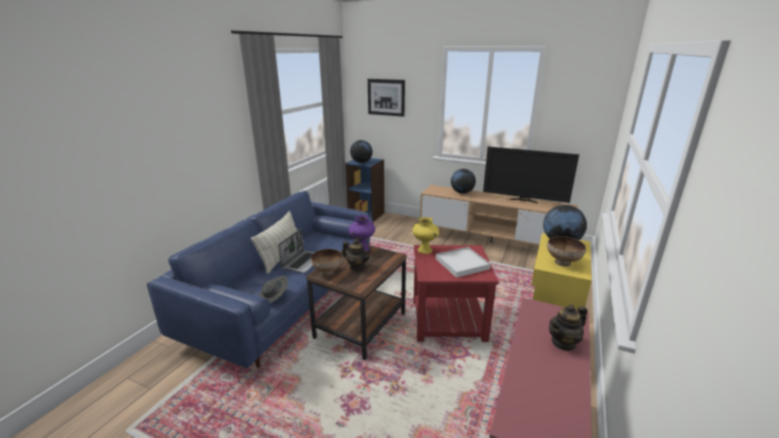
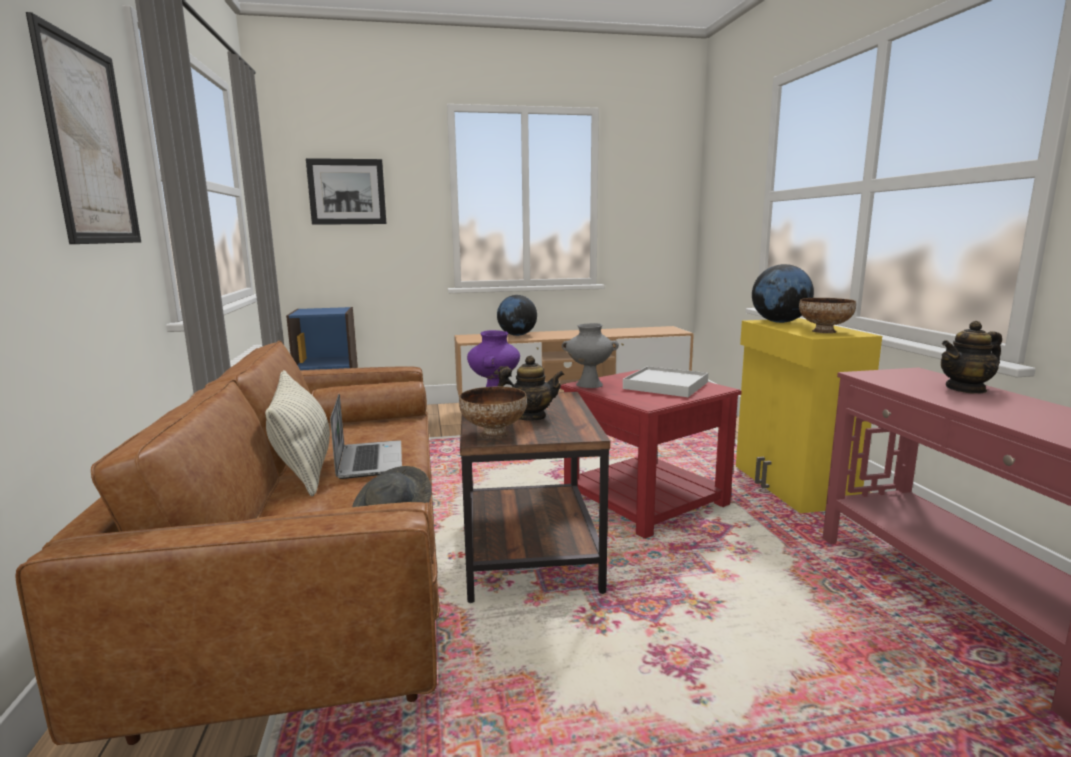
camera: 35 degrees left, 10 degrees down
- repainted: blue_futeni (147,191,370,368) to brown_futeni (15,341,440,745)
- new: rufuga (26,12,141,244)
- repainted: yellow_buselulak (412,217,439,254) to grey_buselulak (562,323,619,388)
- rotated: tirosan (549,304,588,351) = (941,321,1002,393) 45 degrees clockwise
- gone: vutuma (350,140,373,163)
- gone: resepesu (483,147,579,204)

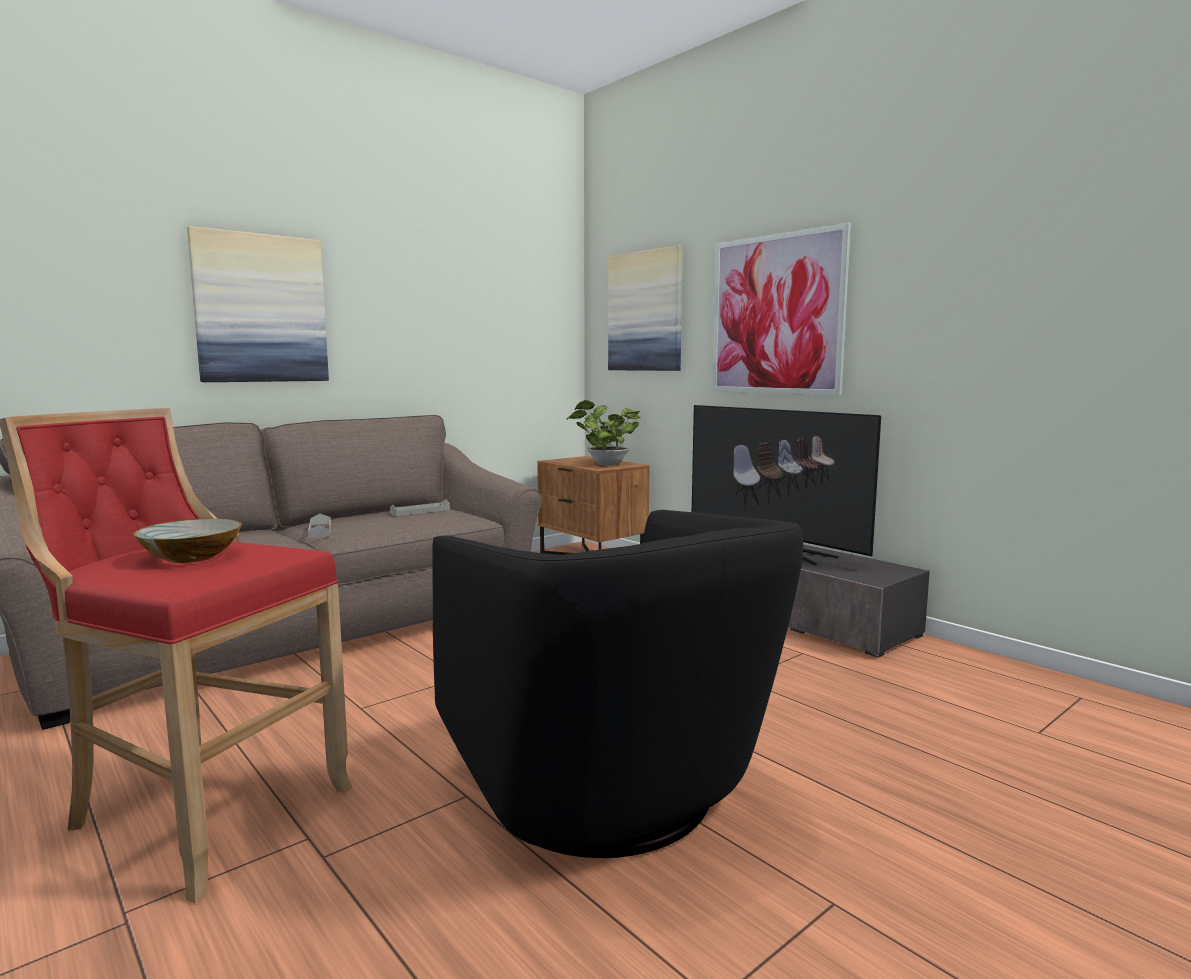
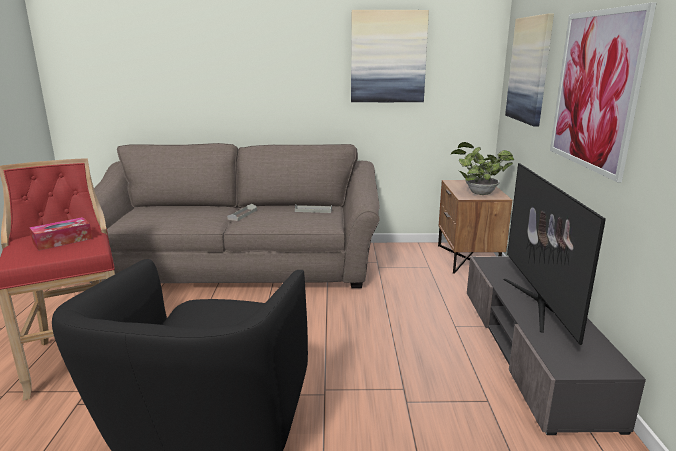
camera: 40 degrees right, 10 degrees up
- swapped: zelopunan (133,519,242,563) to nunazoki (29,217,93,251)
- shifted: rufuga (187,226,329,382) to (351,10,429,102)

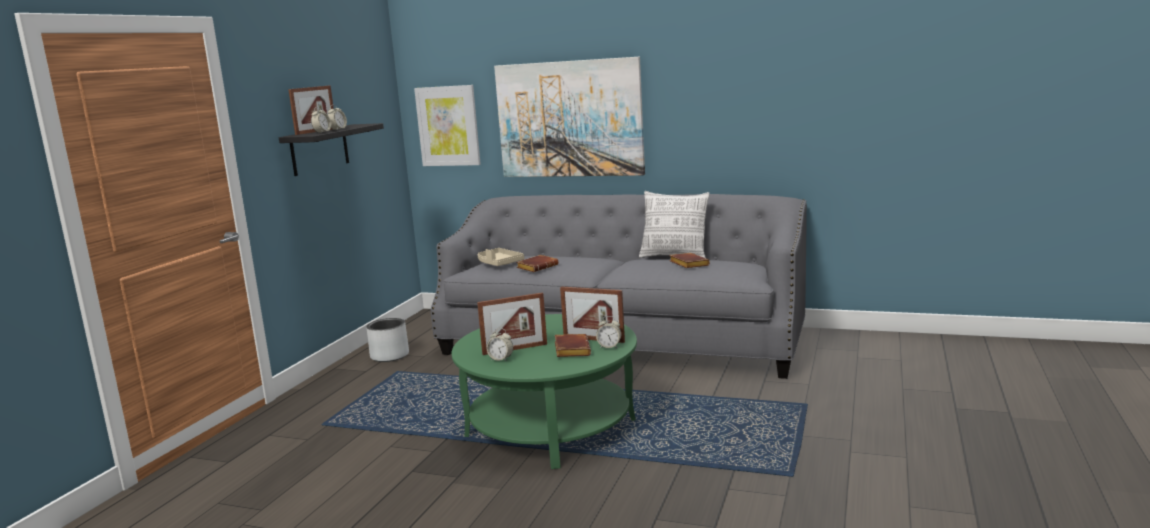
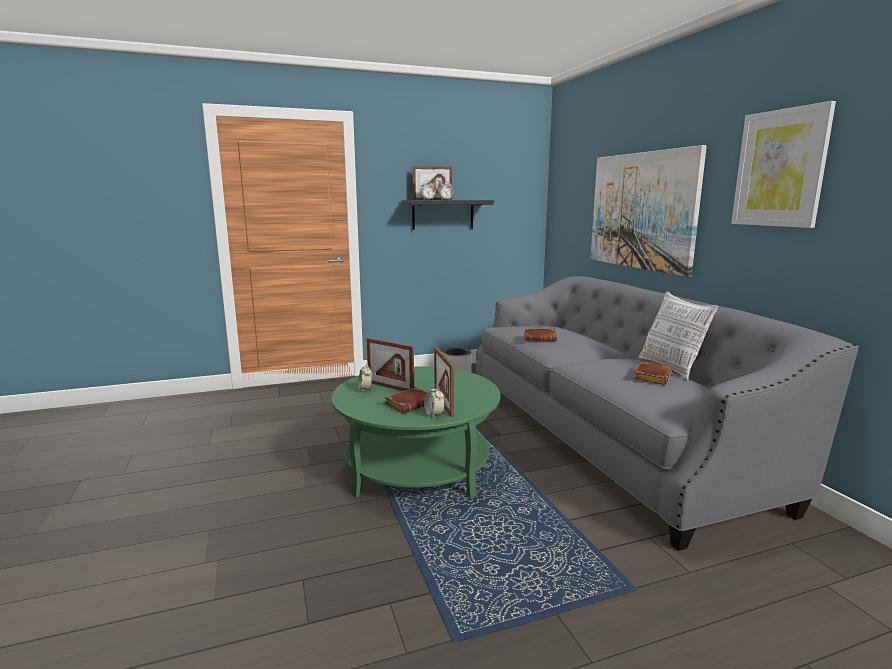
camera: 50 degrees right, 0 degrees up
- shifted: rufuga (414,85,481,166) to (731,101,836,228)
- gone: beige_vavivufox (477,248,524,266)

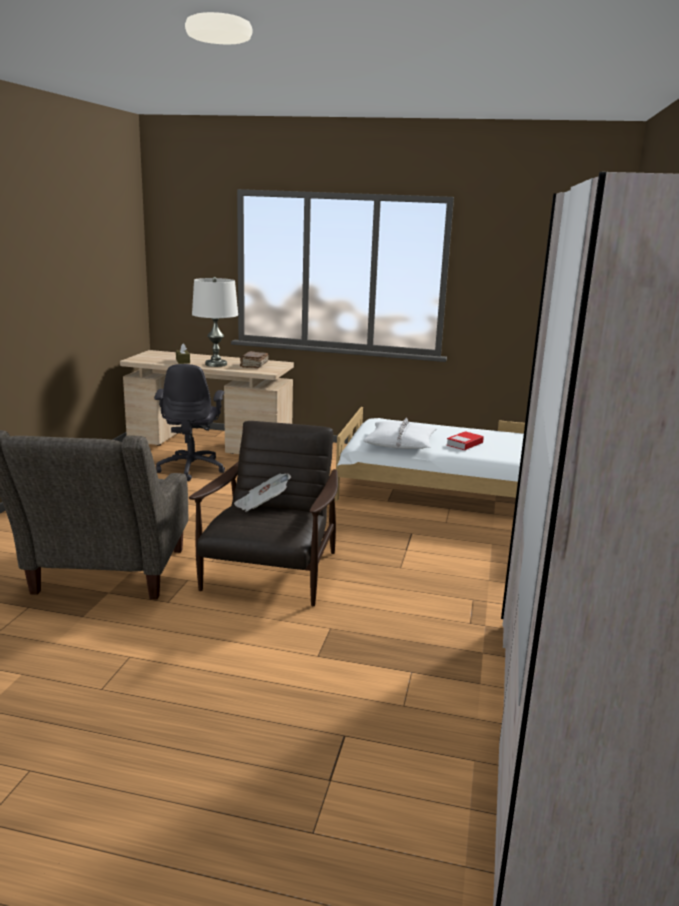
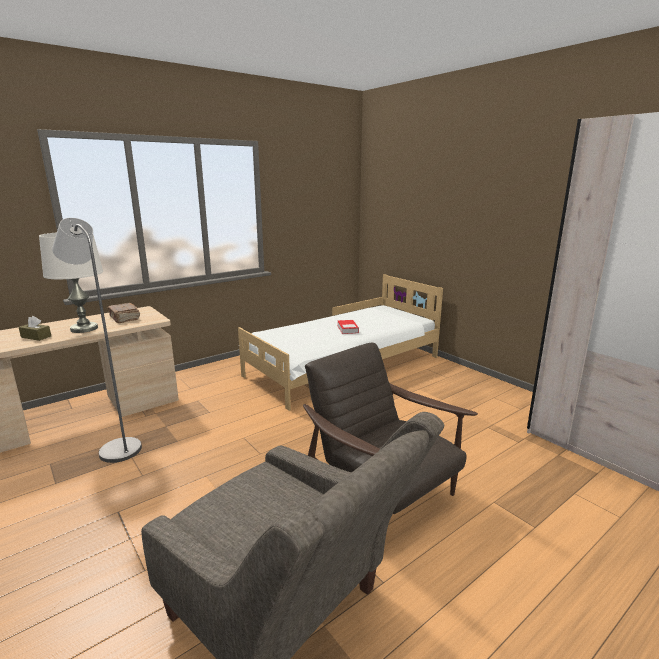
camera: 50 degrees left, 0 degrees up
- swapped: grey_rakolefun (154,364,225,481) to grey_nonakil (52,218,142,463)
- gone: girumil (234,474,291,512)
- gone: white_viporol (363,418,437,449)

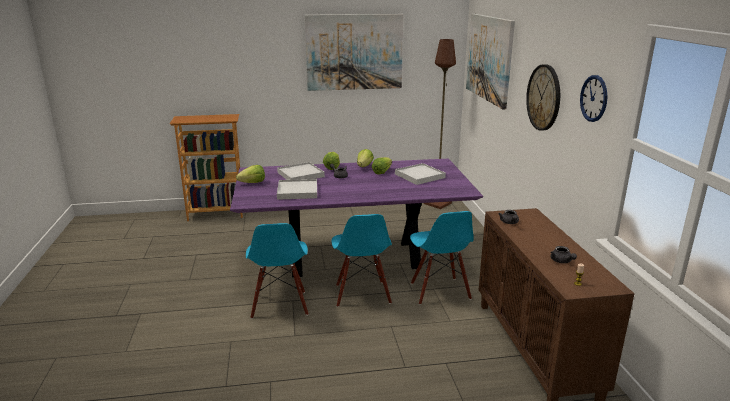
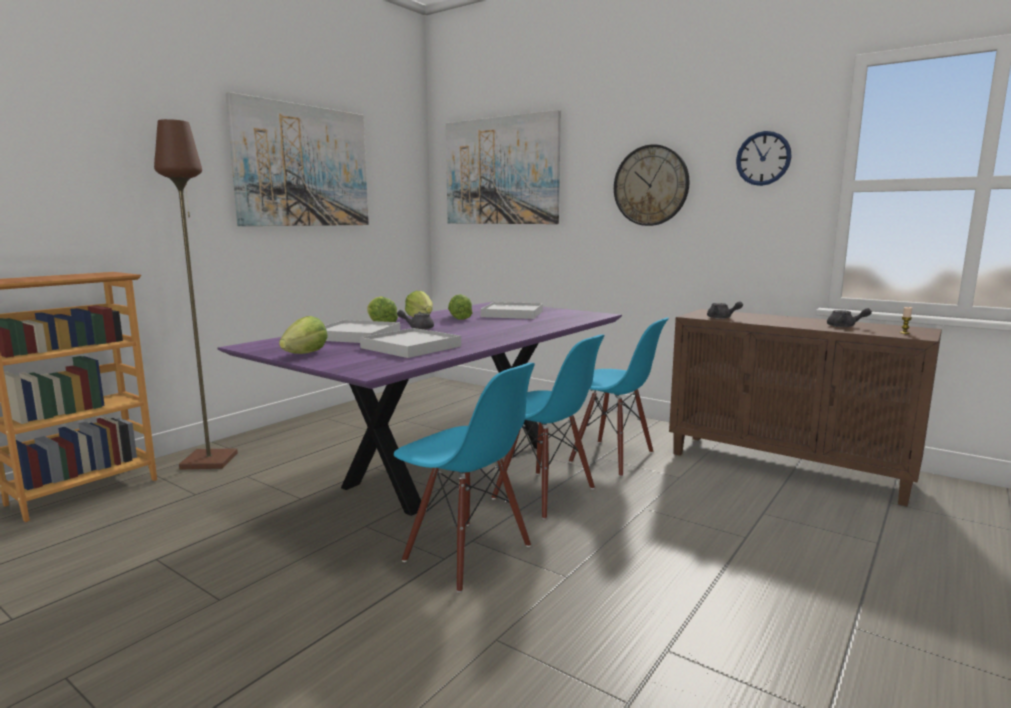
camera: 45 degrees left, 10 degrees down
- shifted: brown_nonakil (424,39,456,209) to (154,119,238,469)

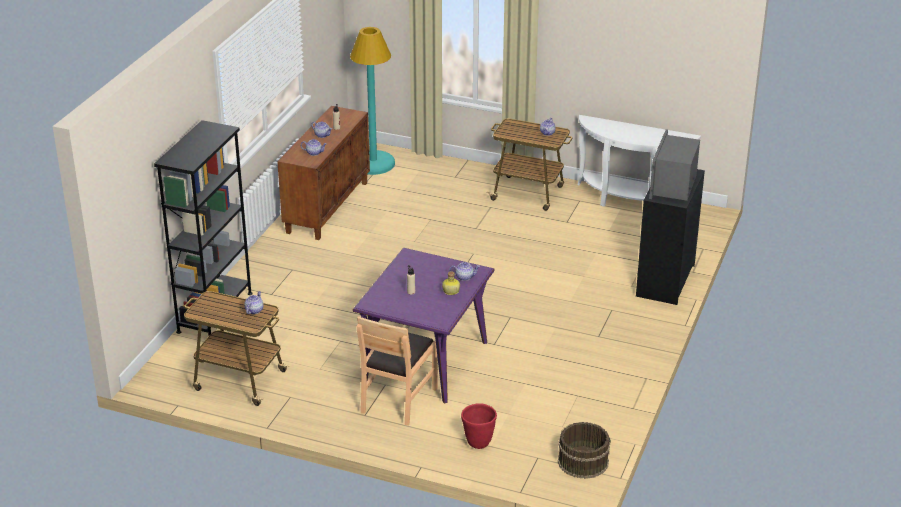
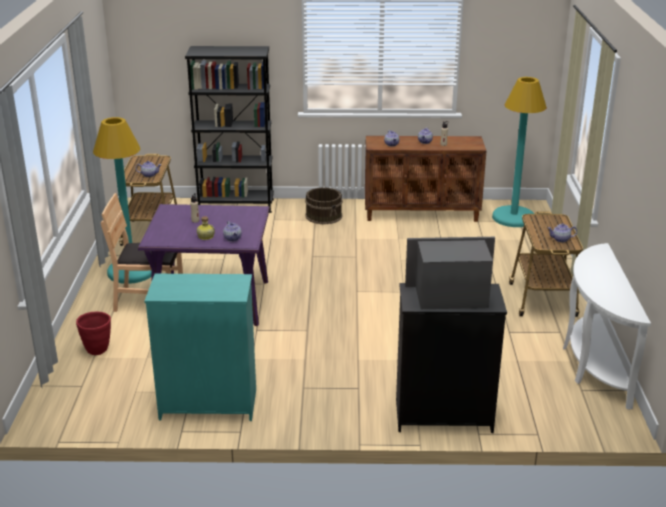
camera: 70 degrees right, 5 degrees down
- new: turquoise_nonakil (93,117,151,284)
- new: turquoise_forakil (144,274,256,421)
- shifted: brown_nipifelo (558,422,611,479) to (305,187,343,224)

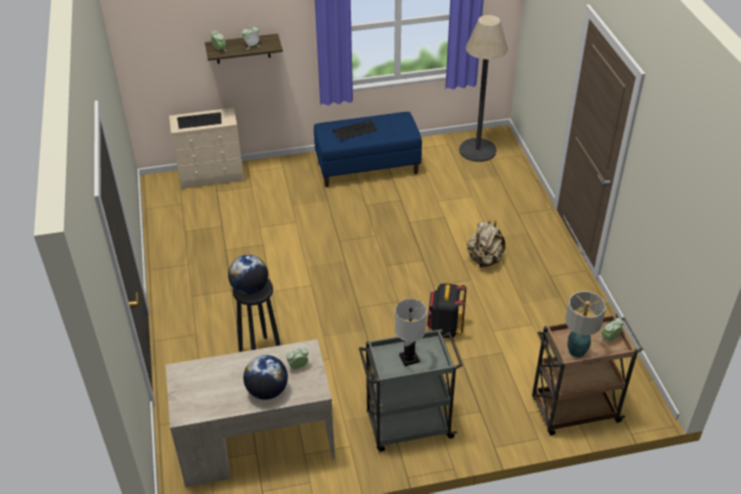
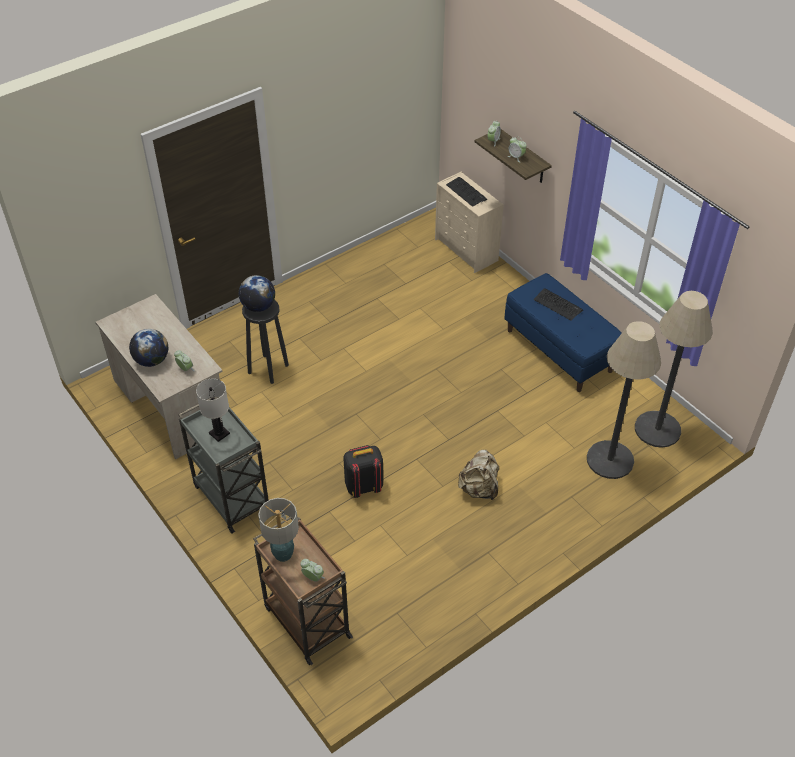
camera: 65 degrees right, 5 degrees up
- new: nonakil (587,321,661,479)

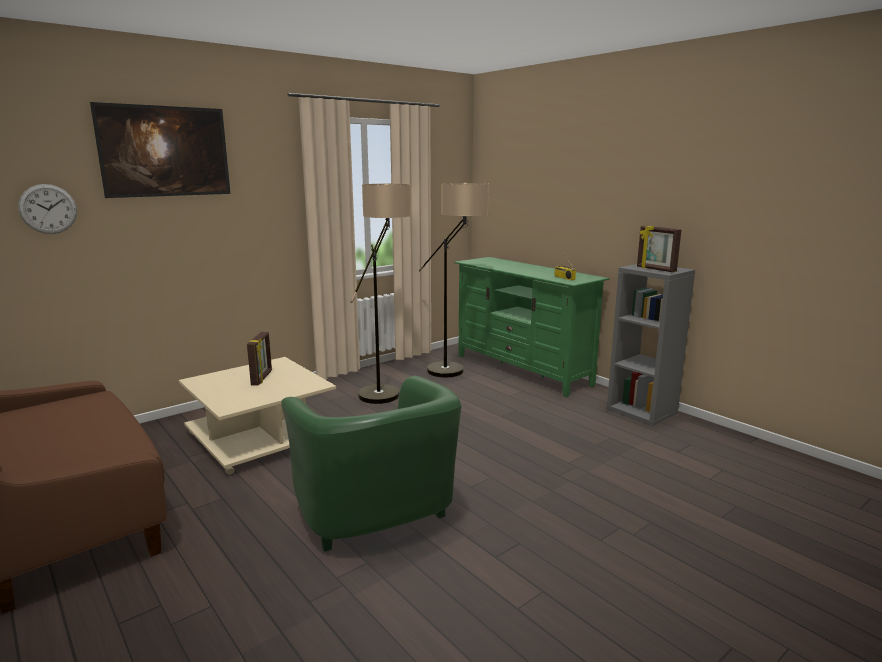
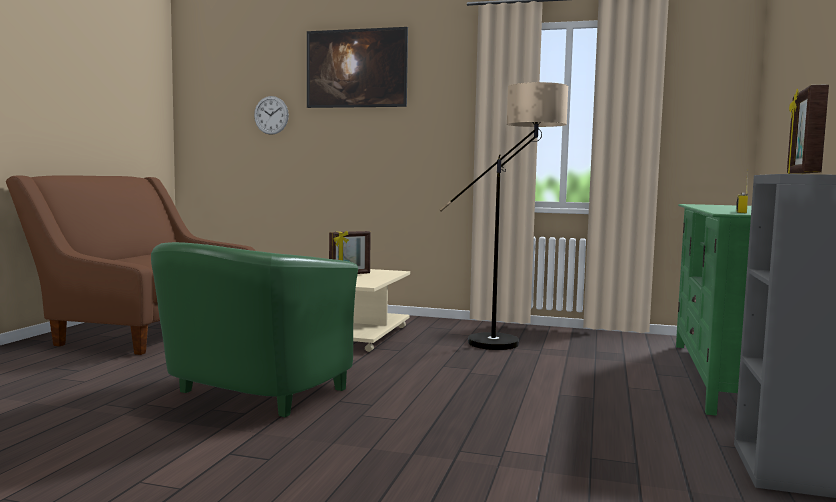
camera: 55 degrees right, 10 degrees down
- gone: nonakil (419,183,489,377)

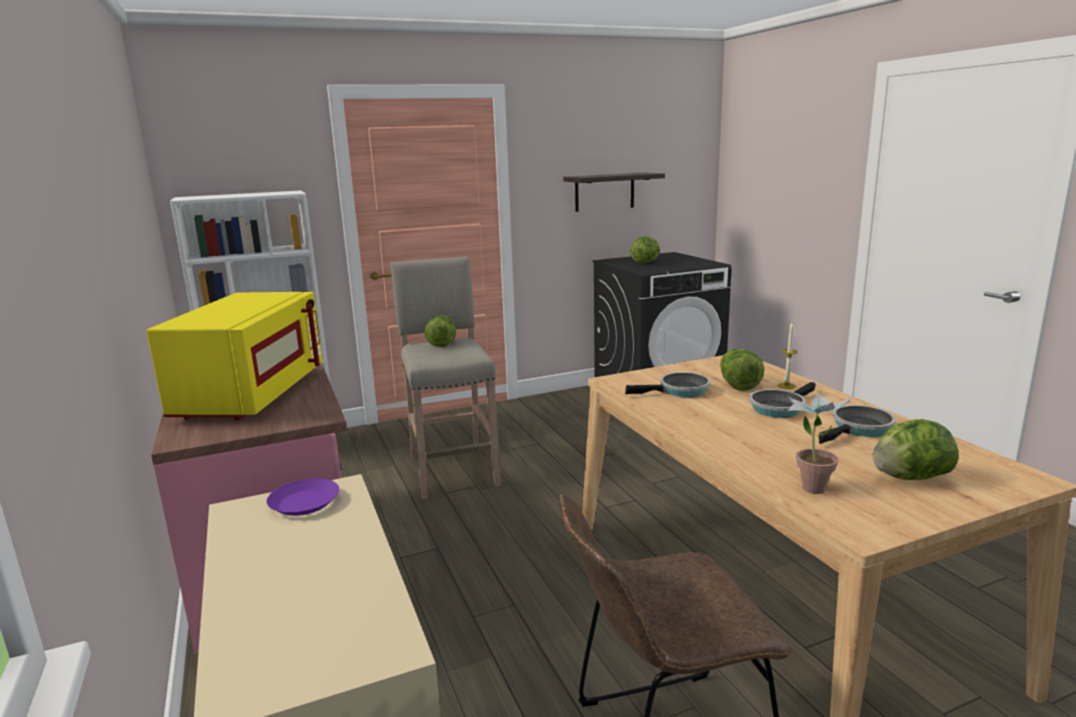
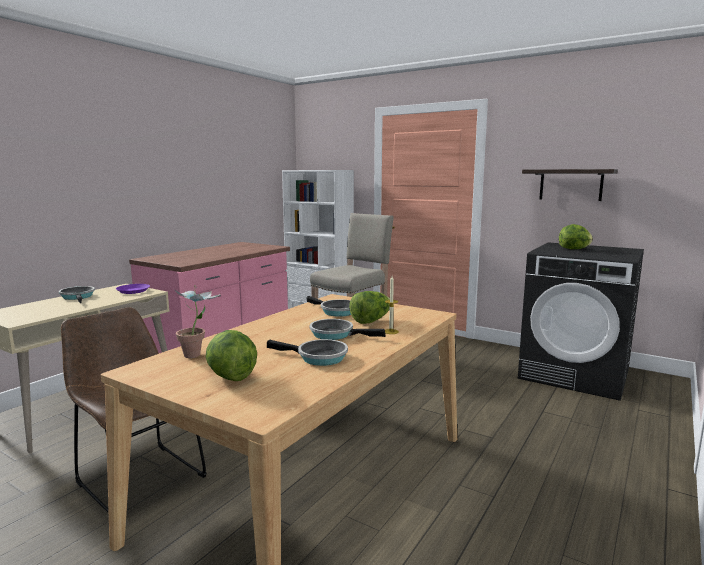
camera: 55 degrees right, 5 degrees down
- new: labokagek (59,286,95,303)
- gone: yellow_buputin (146,292,323,420)
- gone: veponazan (425,315,456,347)

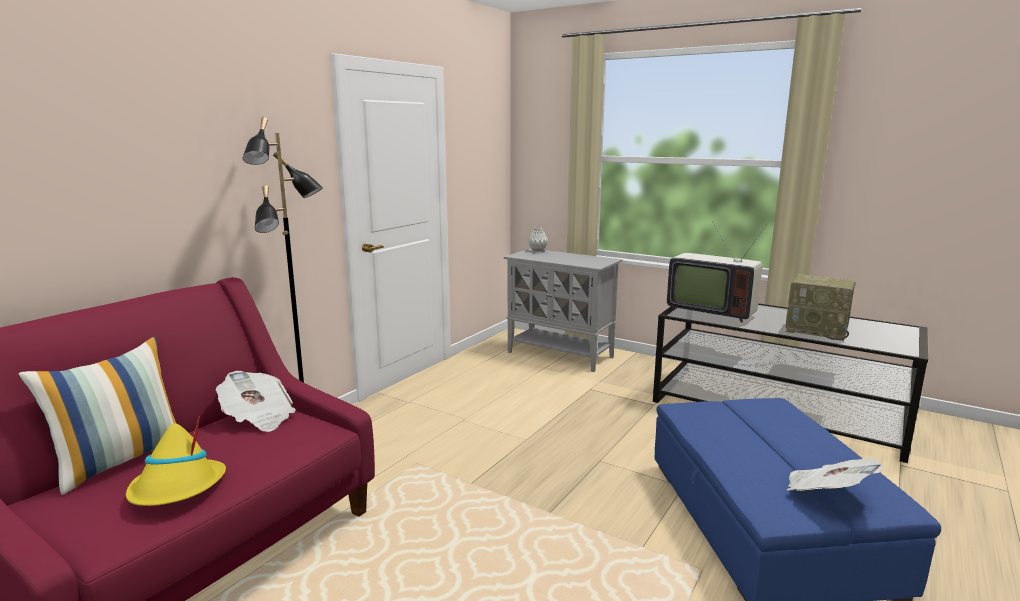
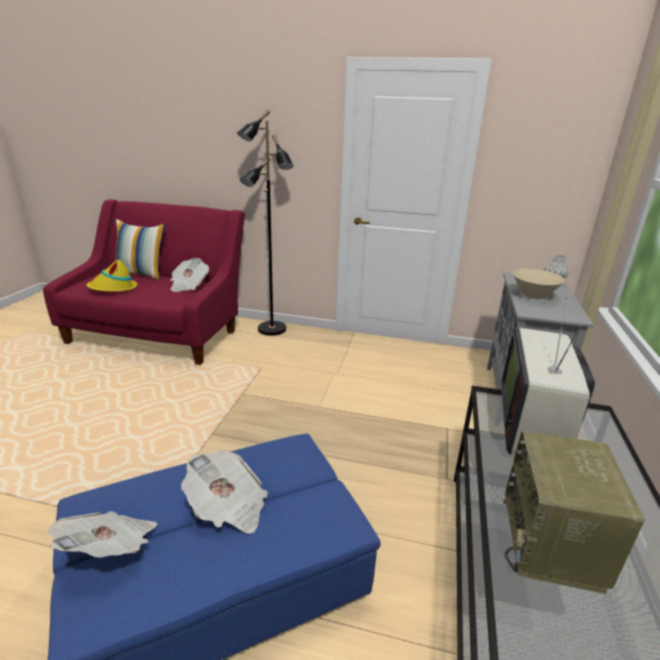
camera: 70 degrees right, 10 degrees up
- new: girumil (181,450,268,534)
- new: beige_zelopunan (513,269,565,299)

